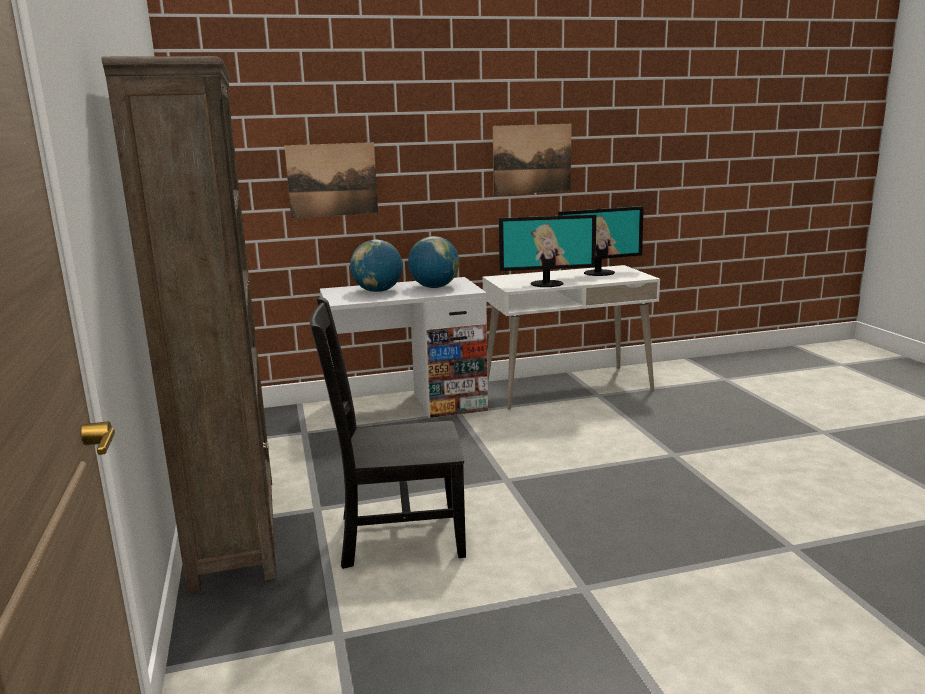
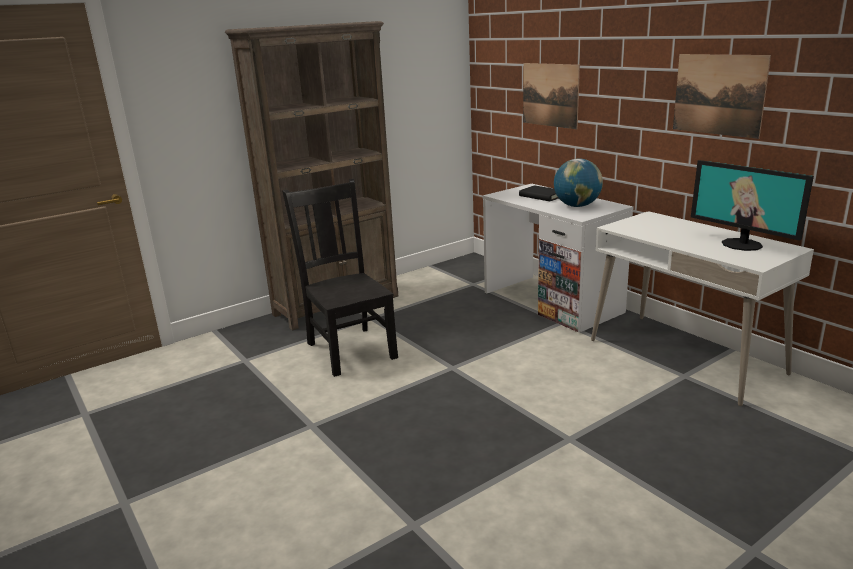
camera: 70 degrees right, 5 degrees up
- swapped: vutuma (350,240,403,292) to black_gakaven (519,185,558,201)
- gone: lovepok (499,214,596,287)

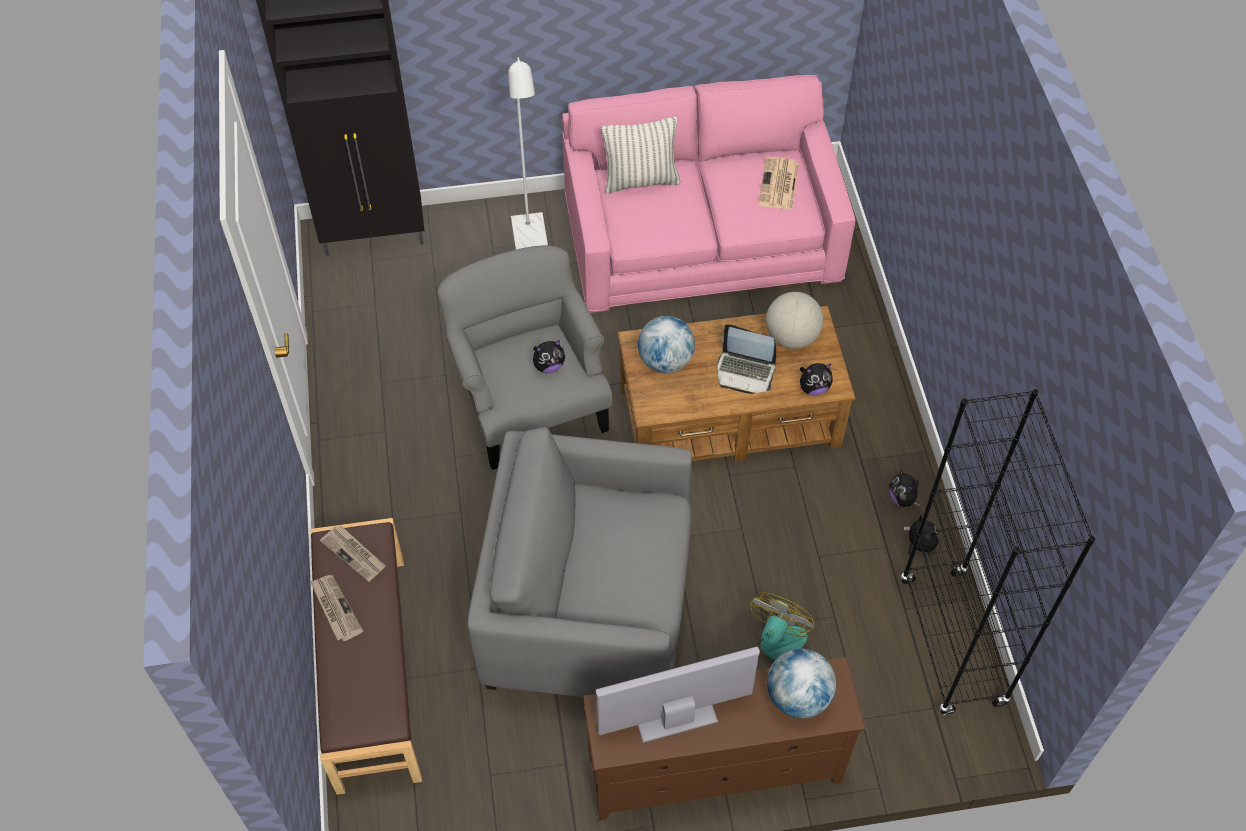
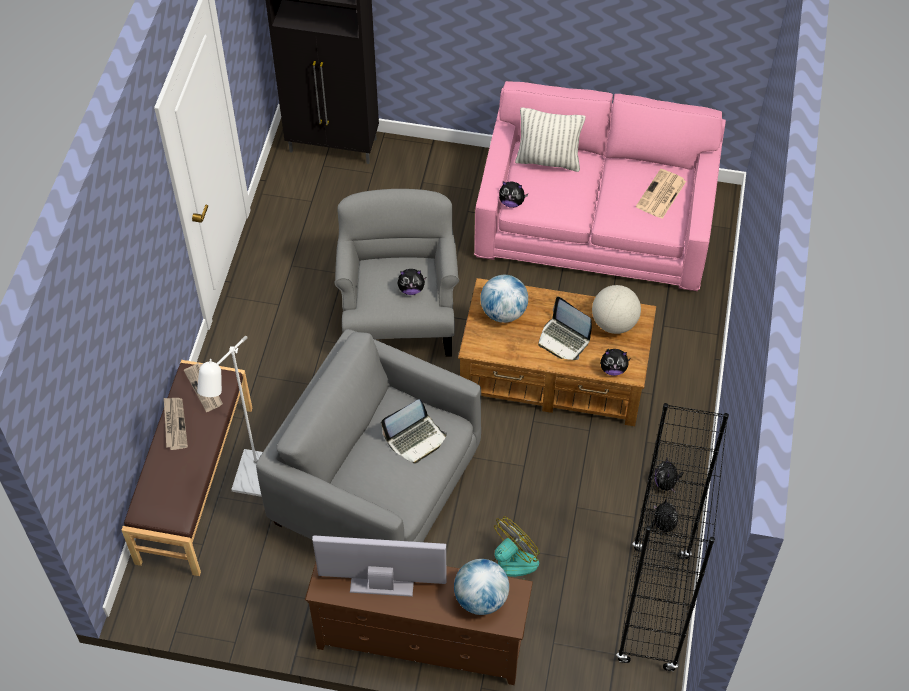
camera: 20 degrees right, 0 degrees up
- shifted: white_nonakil (508,57,548,250) to (197,336,263,497)
- new: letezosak (381,399,447,464)
- new: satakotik (499,181,529,208)

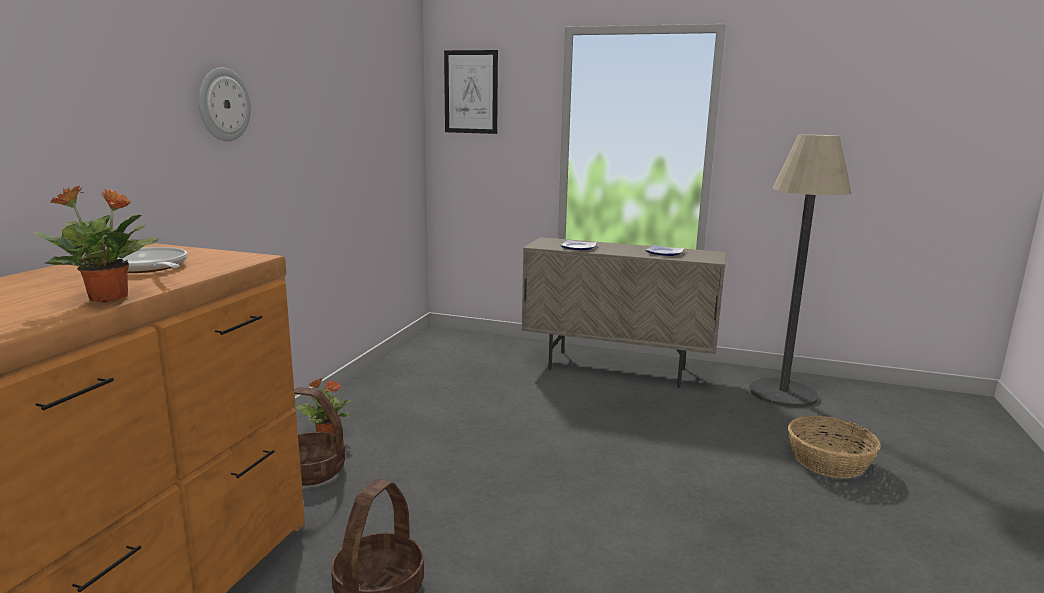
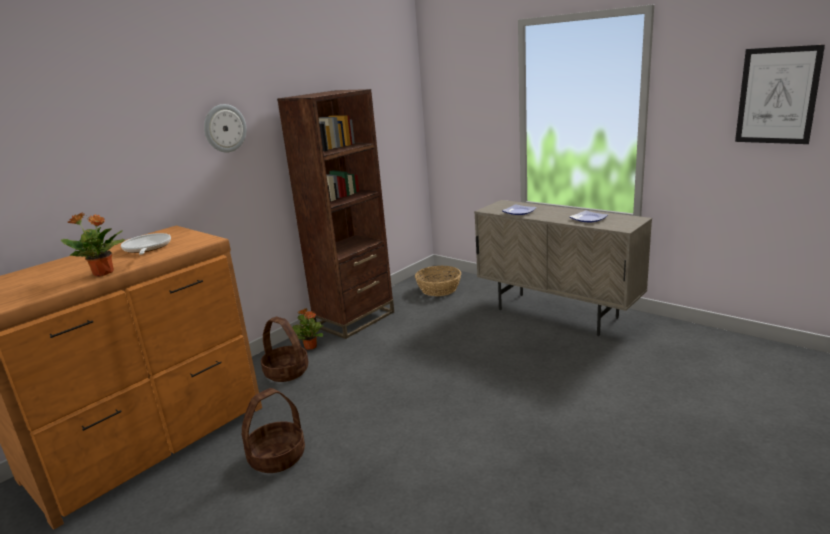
camera: 25 degrees right, 5 degrees up
- new: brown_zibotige (277,89,394,339)
- shifted: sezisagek (788,416,881,478) to (415,266,461,296)
- shifted: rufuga (444,50,498,134) to (735,45,825,144)
- gone: nonakil (749,134,851,407)

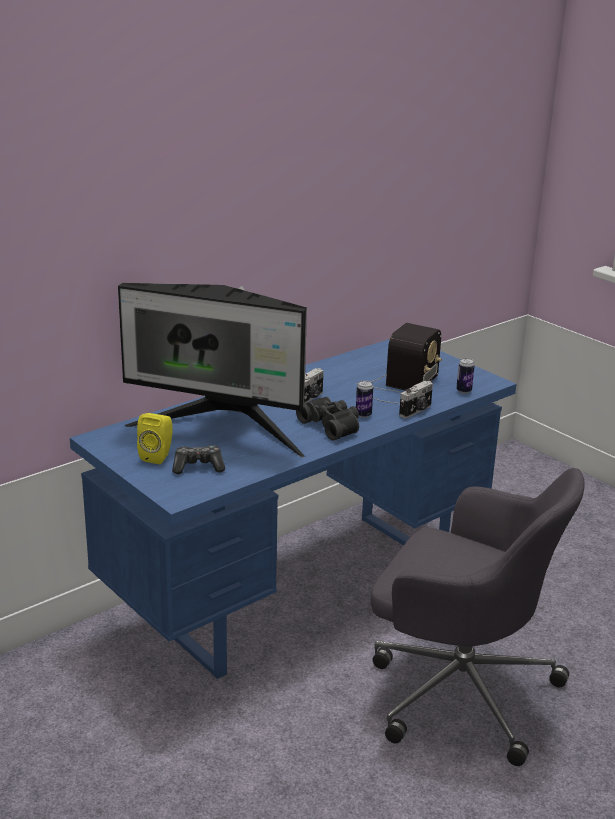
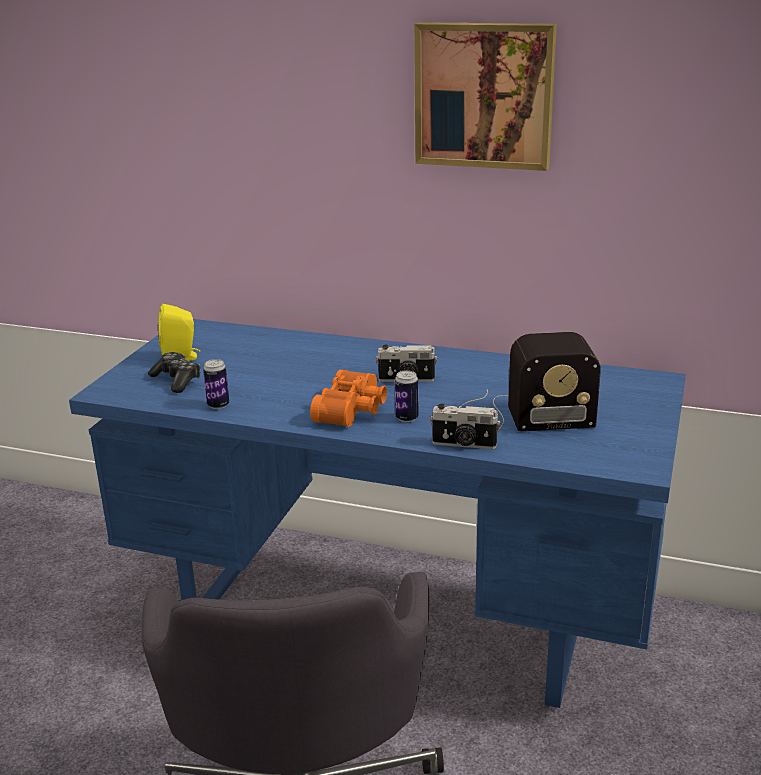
camera: 60 degrees right, 0 degrees up
- shifted: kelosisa (456,358,475,393) to (203,359,229,409)
- repainted: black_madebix (296,397,359,441) to orange_madebix (310,370,387,427)
- new: rufuga (414,22,557,171)
- gone: lovepok (118,283,307,457)

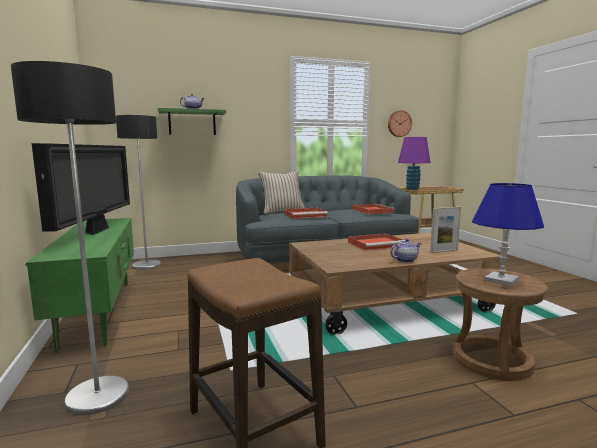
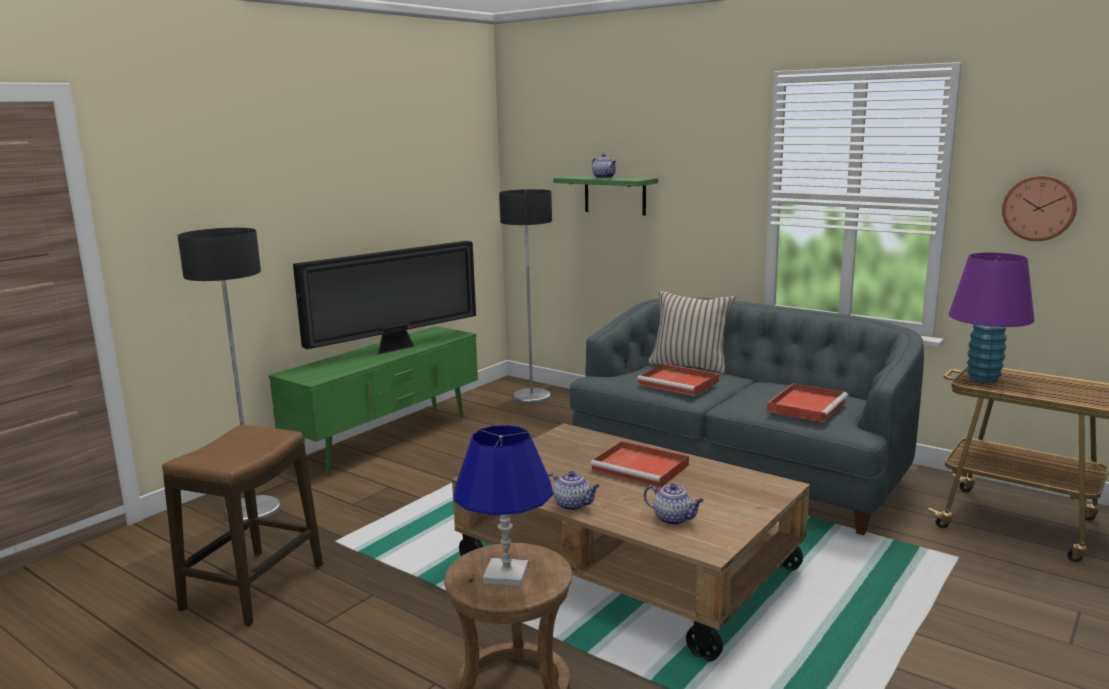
camera: 55 degrees right, 5 degrees up
- swapped: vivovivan (430,207,461,253) to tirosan (644,484,704,525)

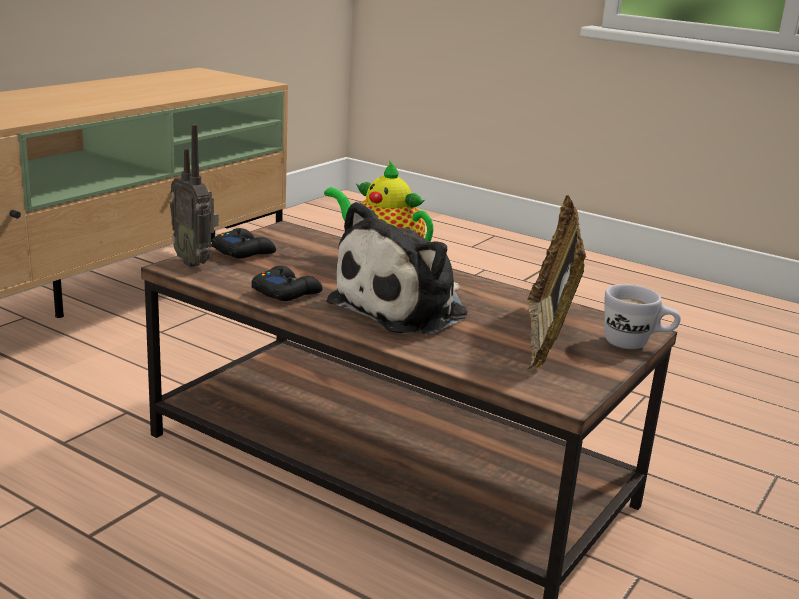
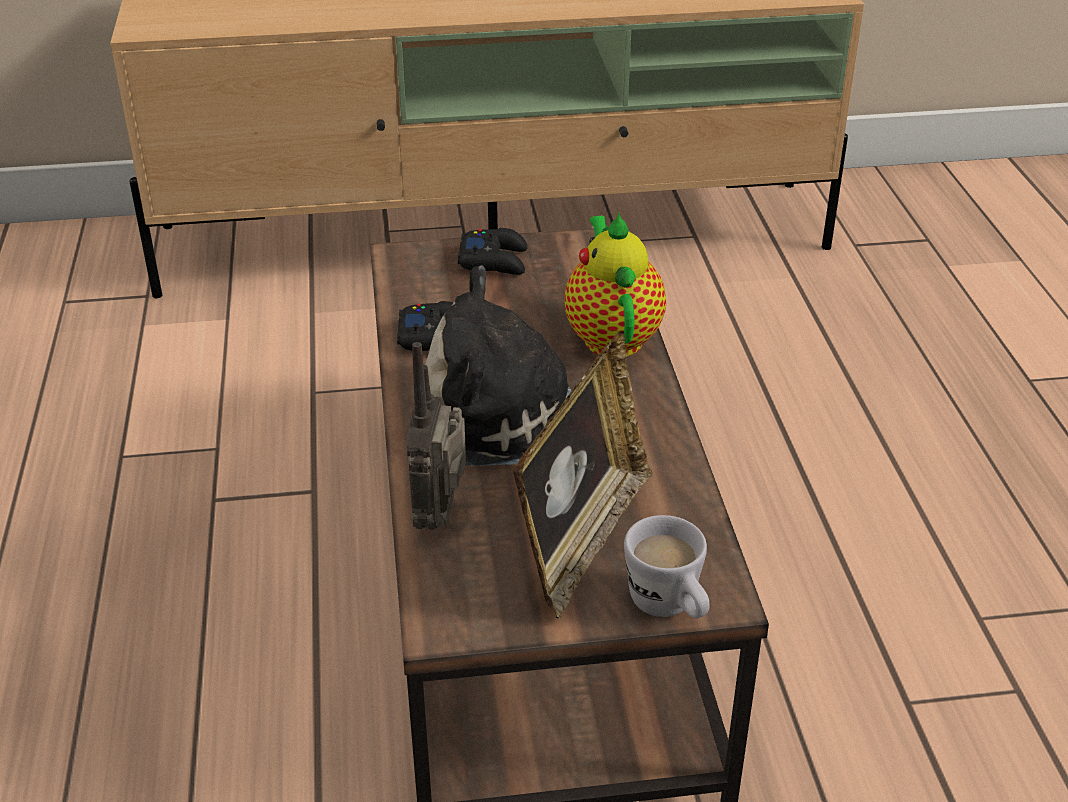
camera: 50 degrees right, 15 degrees up
- shifted: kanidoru (170,124,219,267) to (407,342,466,530)
- rotated: vivovivan (527,195,586,370) = (513,331,653,619) 150 degrees clockwise

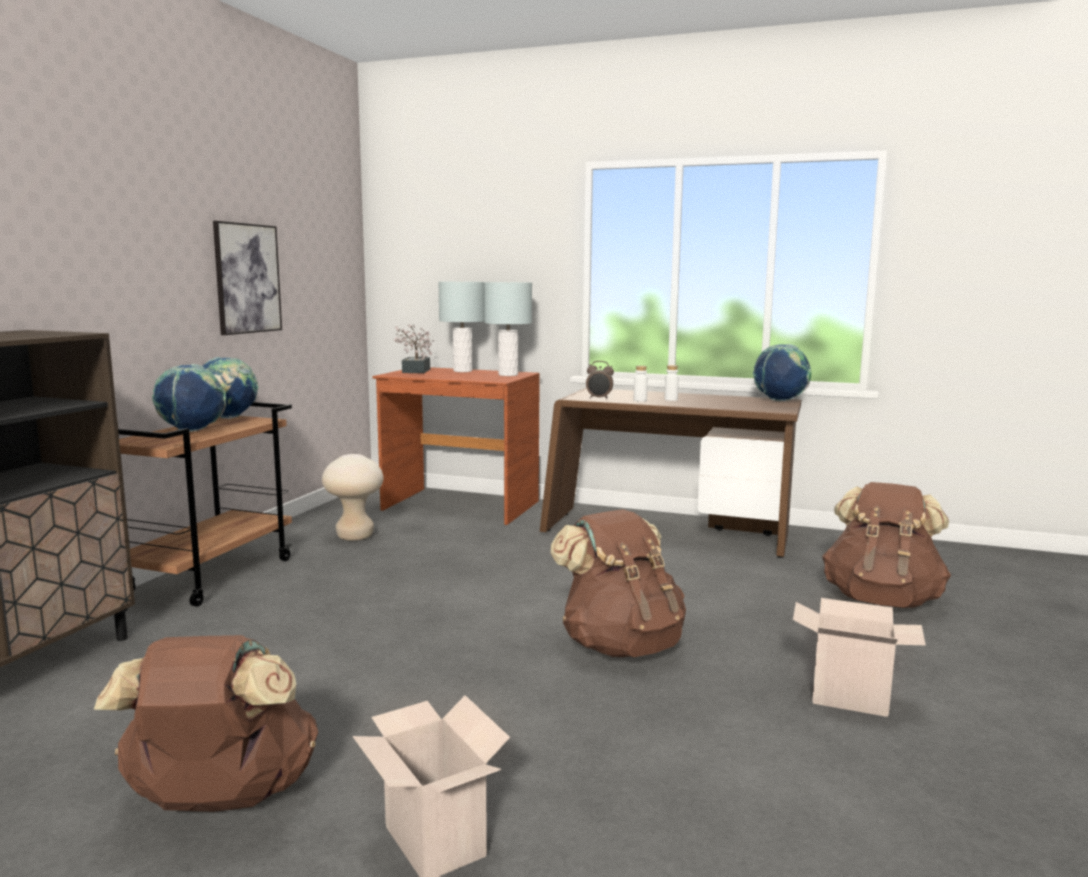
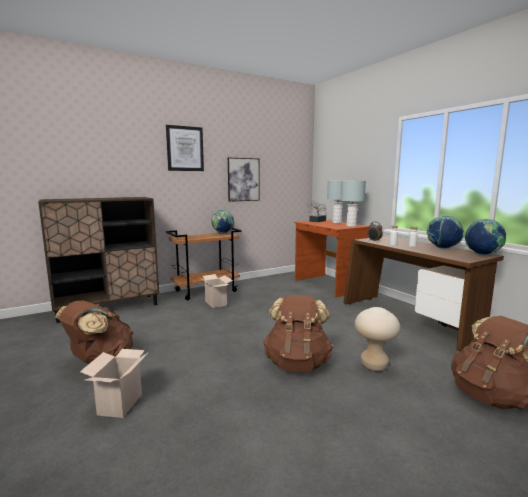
camera: 40 degrees right, 0 degrees up
- new: rufuga (166,125,204,171)
- shifted: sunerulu (793,598,926,717) to (199,274,233,308)
- shifted: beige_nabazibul (322,454,383,541) to (355,307,401,371)
- shifted: vutuma (152,364,226,432) to (427,216,464,249)

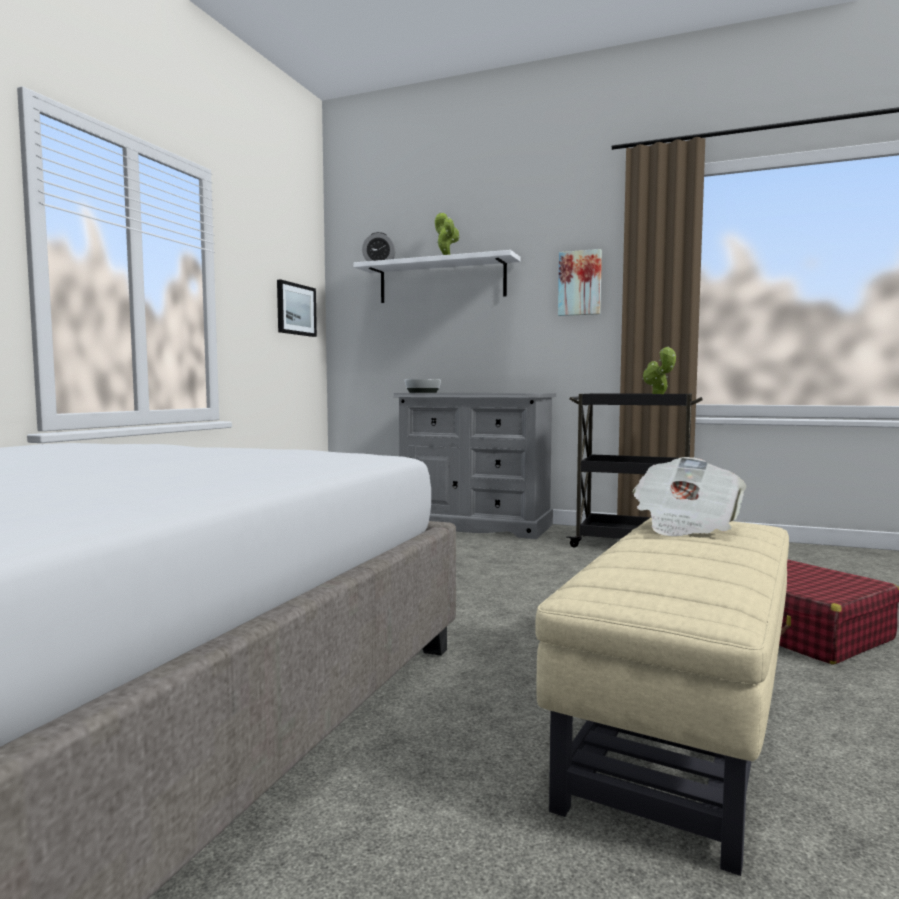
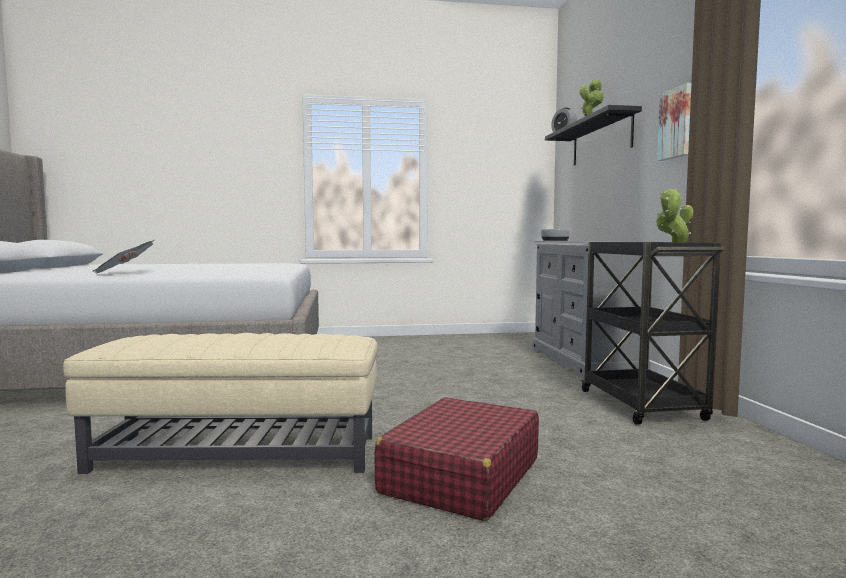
camera: 60 degrees right, 0 degrees up
- shifted: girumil (632,457,747,536) to (93,240,154,273)
- repainted: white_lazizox (353,250,521,303) to black_lazizox (545,105,642,165)
- gone: rufuga (277,279,317,337)

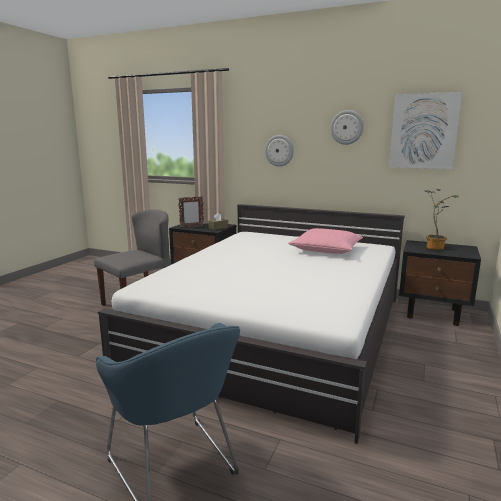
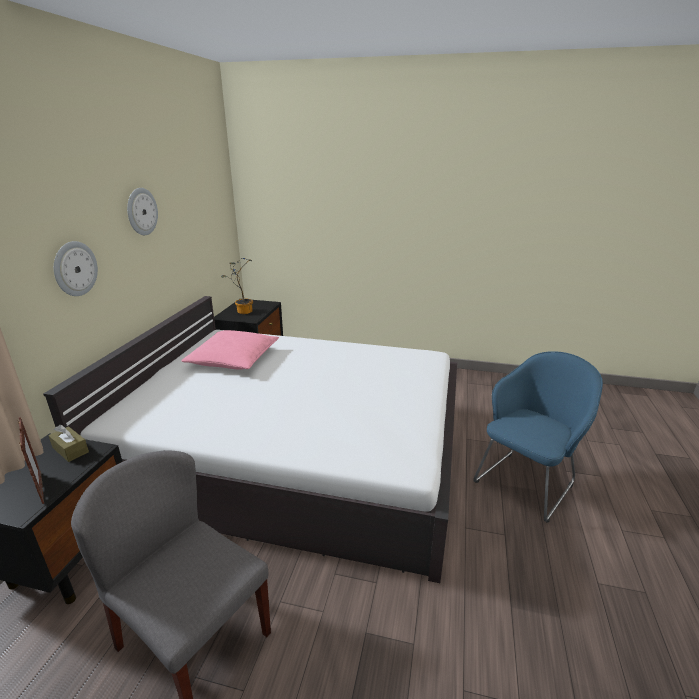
camera: 100 degrees left, 10 degrees up
- gone: rufuga (389,92,462,169)

